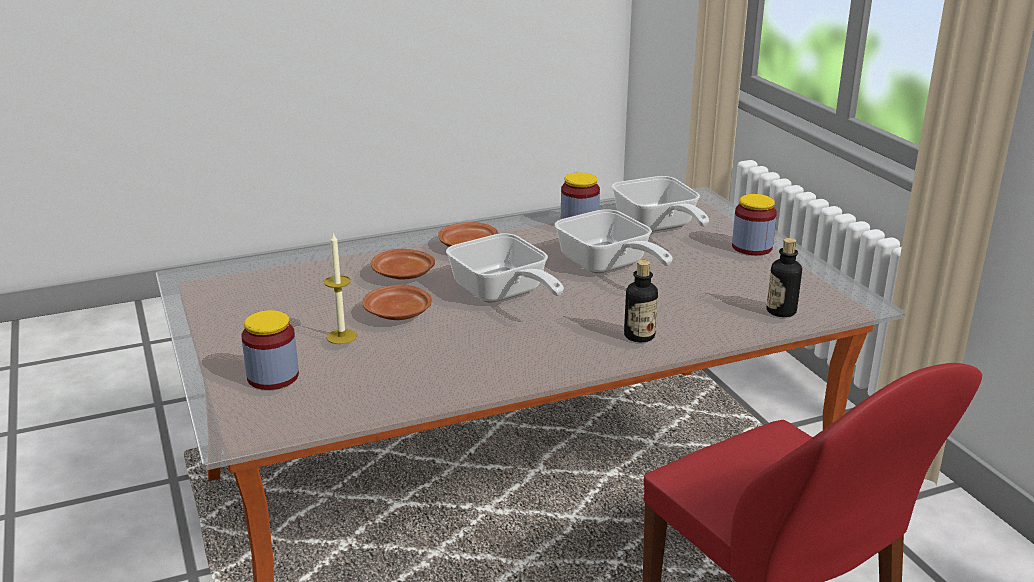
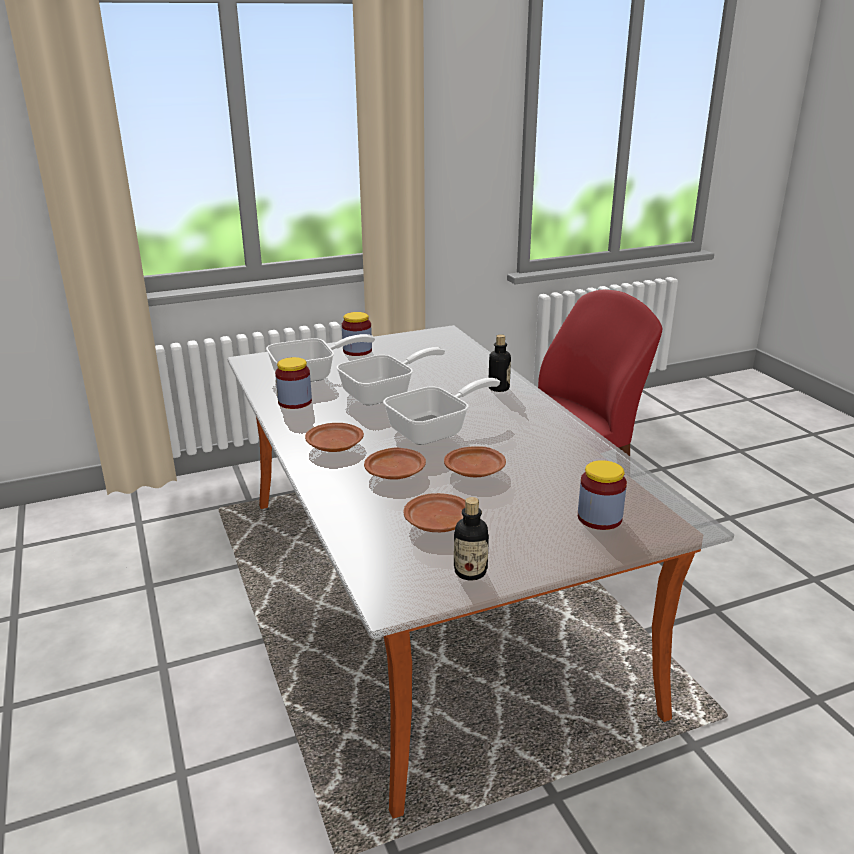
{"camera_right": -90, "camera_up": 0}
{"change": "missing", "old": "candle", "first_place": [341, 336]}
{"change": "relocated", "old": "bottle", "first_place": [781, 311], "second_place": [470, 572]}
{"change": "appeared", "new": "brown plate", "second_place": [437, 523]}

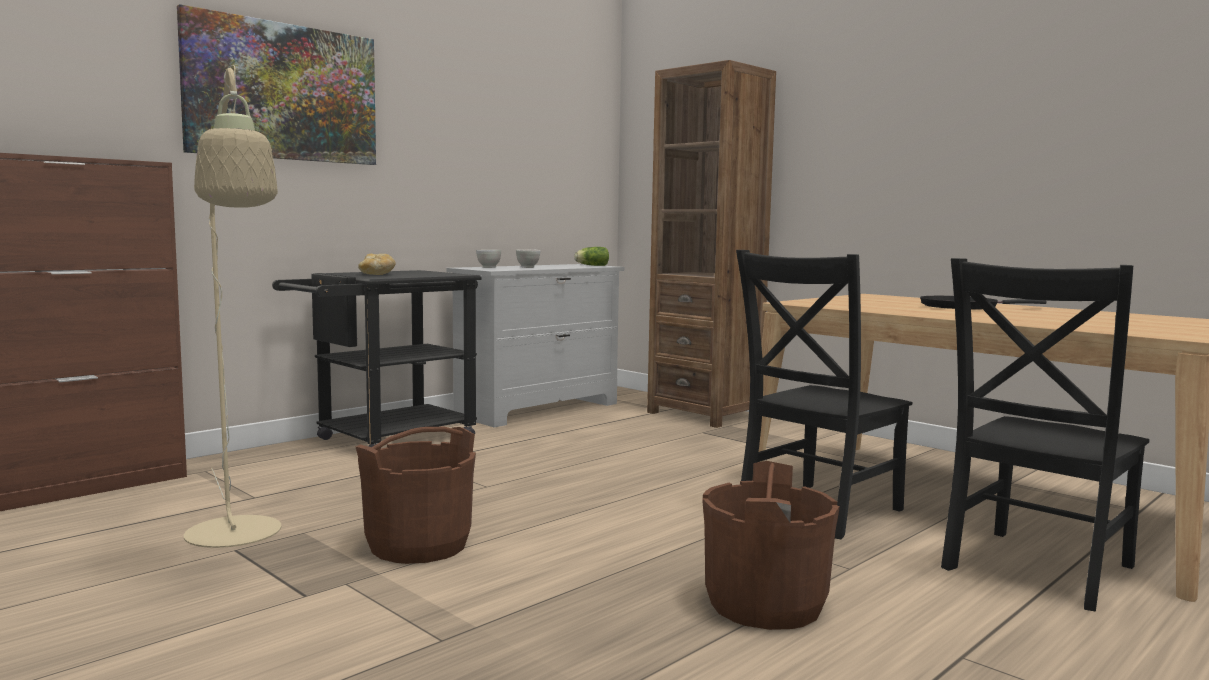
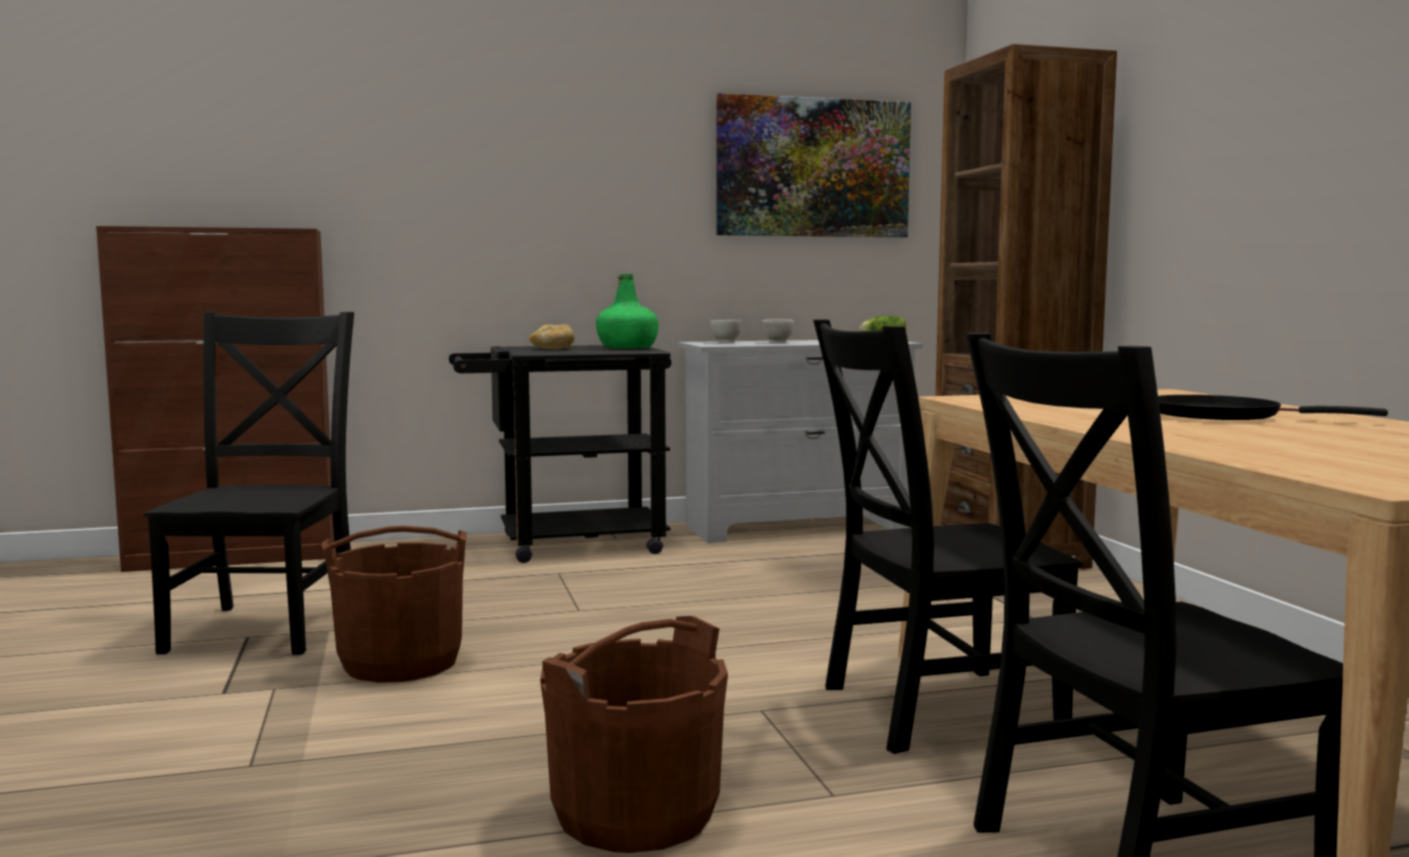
{"camera_right": 30, "camera_up": 0}
{"change": "relocated", "old": "picture", "first_place": [283, 92], "second_place": [813, 168]}
{"change": "exchanged", "old": "beige floor lamp", "new": "black chair", "first_place": [237, 539], "second_place": [267, 626]}
{"change": "appeared", "new": "green bottle", "second_place": [628, 348]}

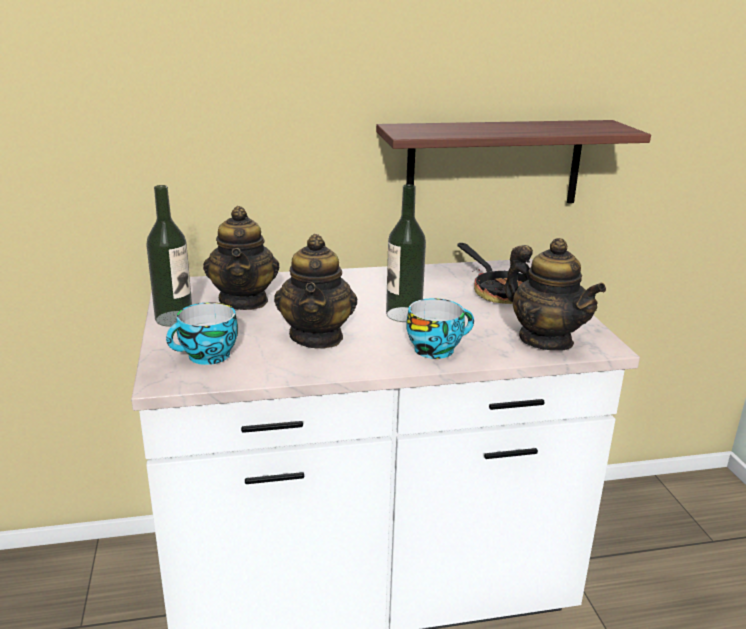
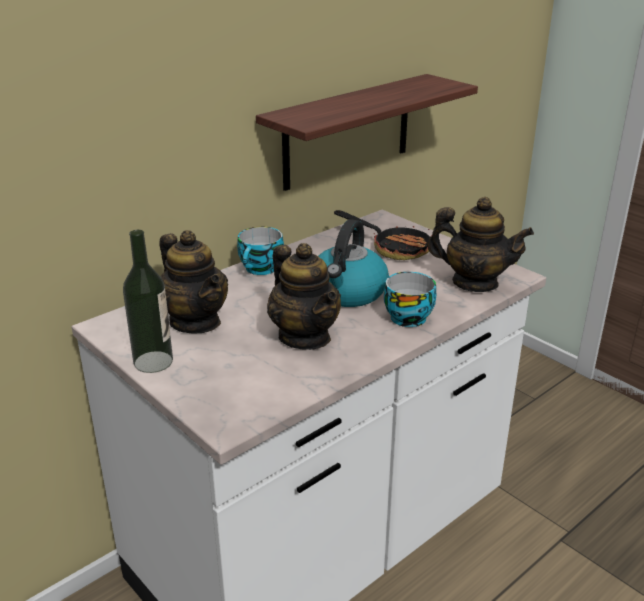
{"camera_right": -30, "camera_up": 5}
{"change": "relocated", "old": "cup", "first_place": [207, 357], "second_place": [261, 269]}
{"change": "exchanged", "old": "bottle", "new": "kettle", "first_place": [403, 314], "second_place": [348, 293]}

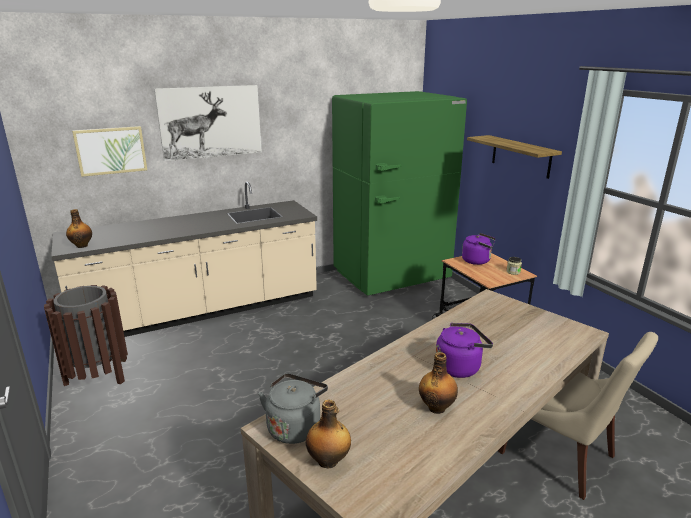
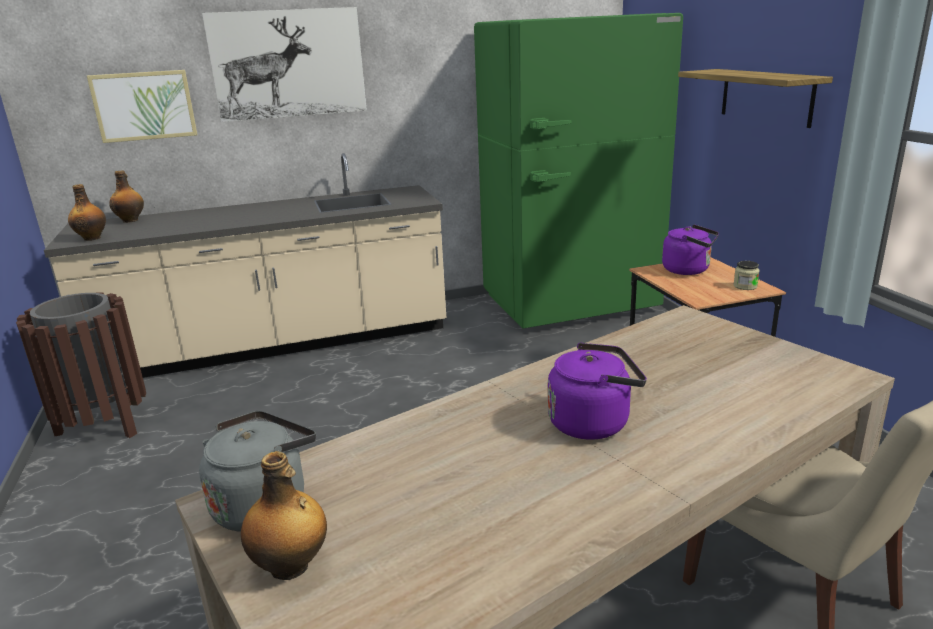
{"camera_right": 10, "camera_up": 0}
{"change": "relocated", "old": "bottle", "first_place": [437, 407], "second_place": [131, 220]}

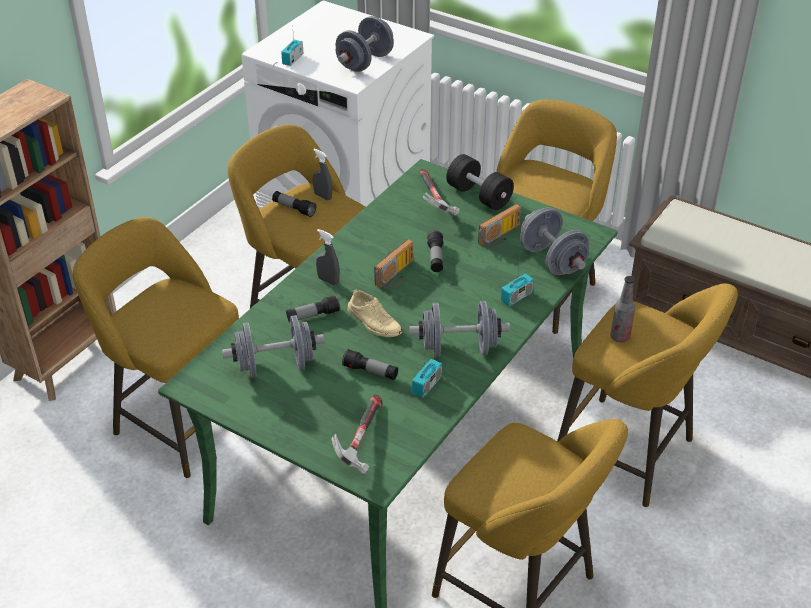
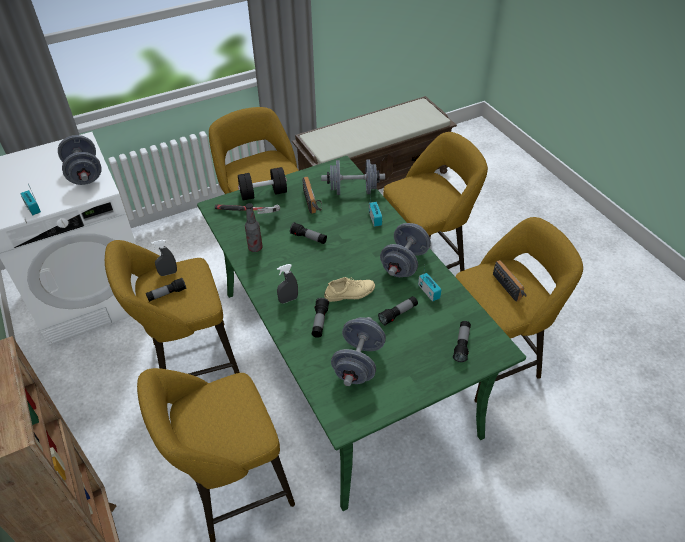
{"camera_right": -60, "camera_up": 5}
{"change": "exchanged", "old": "hammer", "new": "flashlight", "first_place": [361, 441], "second_place": [462, 345]}
{"change": "relocated", "old": "radio", "first_place": [397, 275], "second_place": [510, 286]}
{"change": "relocated", "old": "bottle", "first_place": [620, 337], "second_place": [255, 248]}

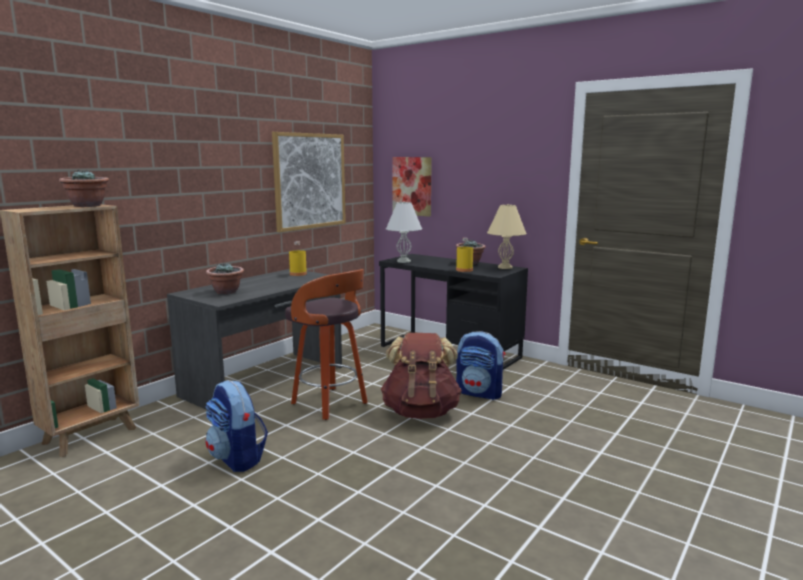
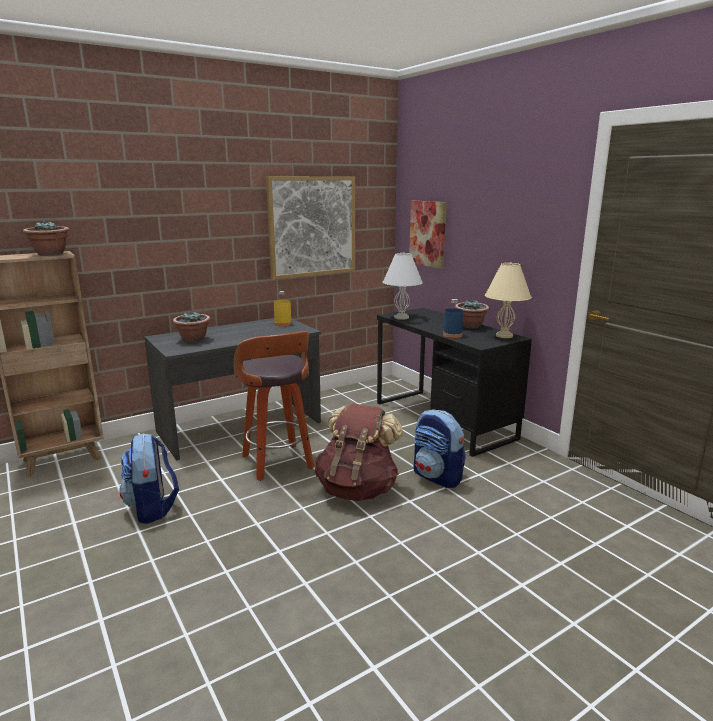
{"camera_right": 20, "camera_up": 5}
{"change": "colour", "old": "yellow bottle", "new": "blue bottle", "first_place": [464, 270], "second_place": [452, 335]}

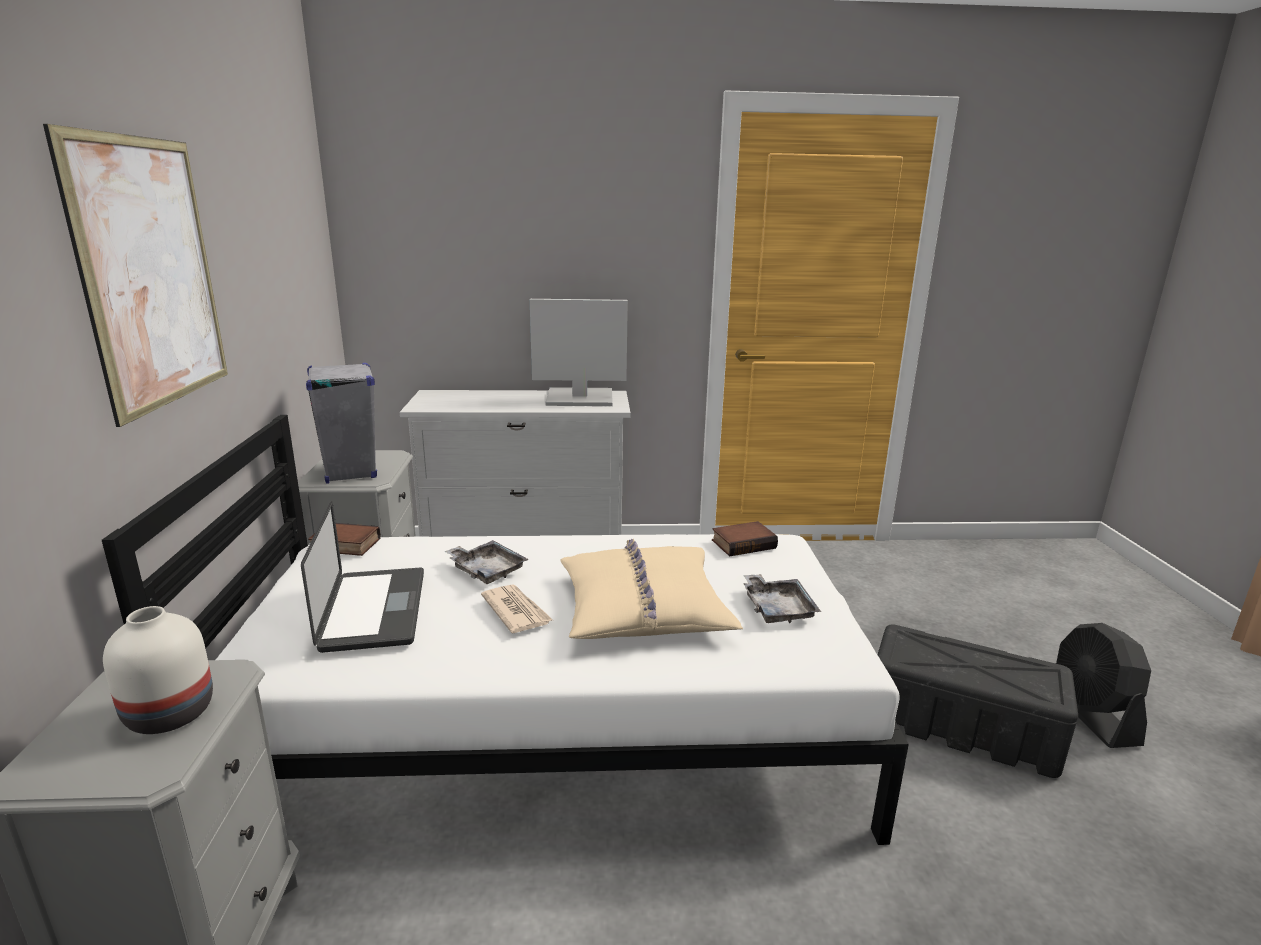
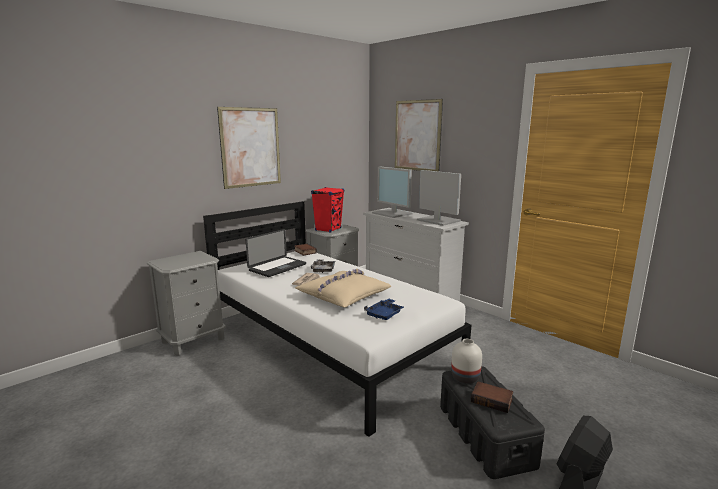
{"camera_right": 50, "camera_up": -5}
{"change": "relocated", "old": "white vase", "first_place": [172, 712], "second_place": [465, 377]}
{"change": "colour", "old": "grey speaker", "new": "red speaker", "first_place": [350, 472], "second_place": [328, 229]}
{"change": "relocated", "old": "book", "first_place": [743, 543], "second_place": [492, 400]}
{"change": "colour", "old": "grey tray", "new": "blue tray", "first_place": [777, 608], "second_place": [385, 314]}
{"change": "appeared", "new": "monitor", "second_place": [393, 213]}
{"change": "appeared", "new": "picture", "second_place": [417, 135]}

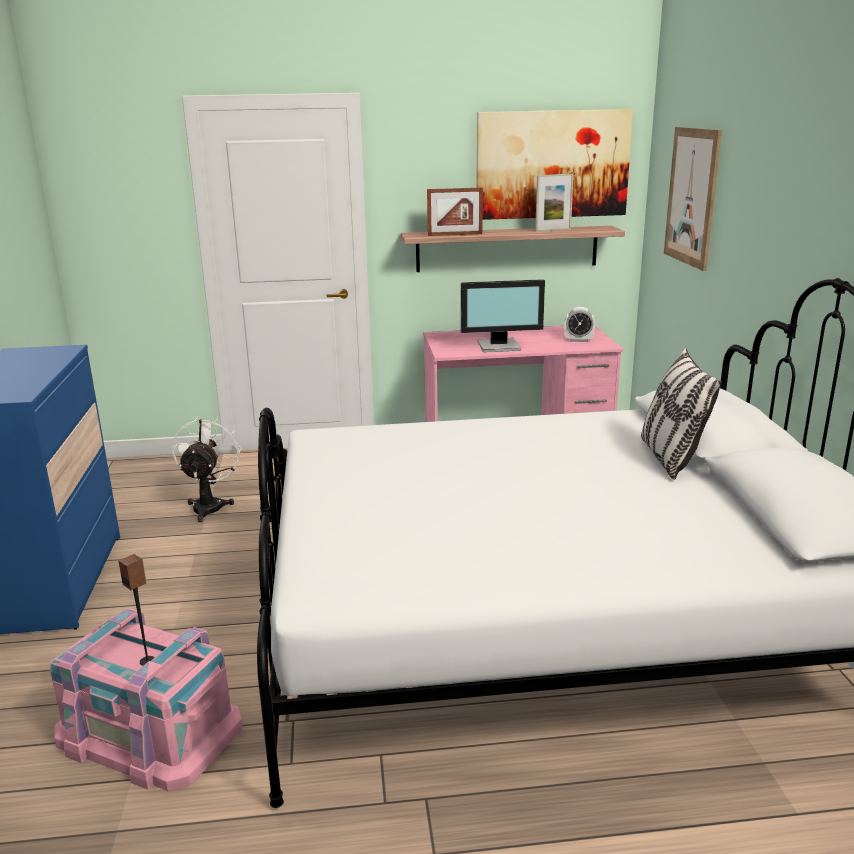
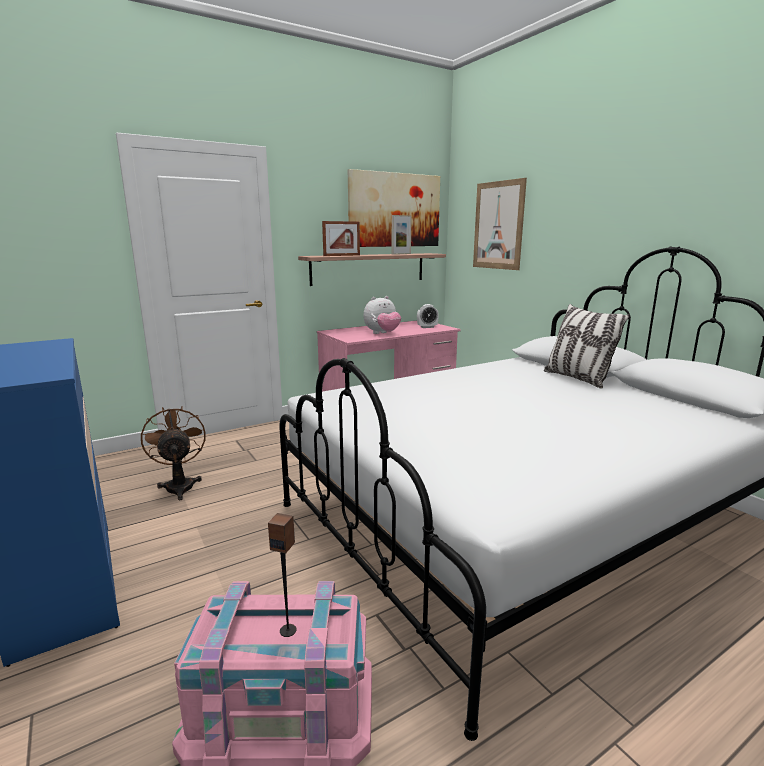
{"camera_right": -25, "camera_up": -5}
{"change": "colour", "old": "white fan", "new": "brown fan", "first_place": [210, 505], "second_place": [180, 485]}
{"change": "exchanged", "old": "monitor", "new": "plush toy", "first_place": [499, 346], "second_place": [382, 333]}

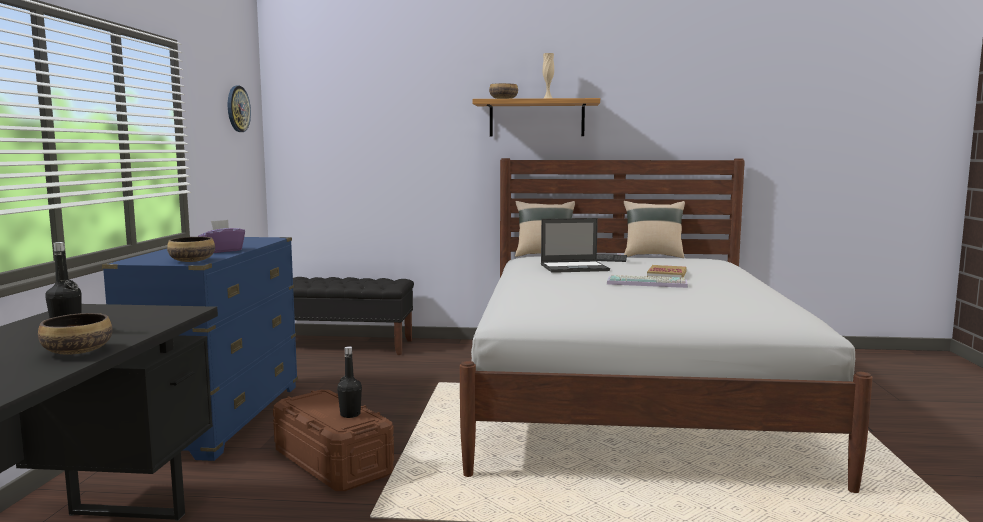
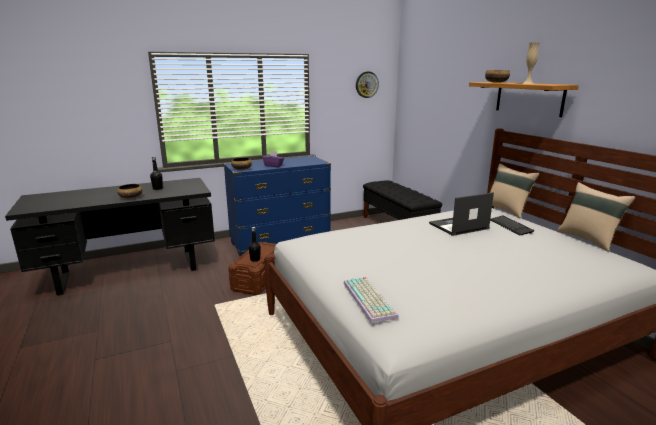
{"camera_right": 60, "camera_up": 10}
{"change": "spun", "old": "laptop", "first_place": [575, 267], "second_place": [458, 226], "degrees": 105}
{"change": "relocated", "old": "keyboard", "first_place": [648, 283], "second_place": [370, 299]}
{"change": "missing", "old": "book", "first_place": [667, 274]}

